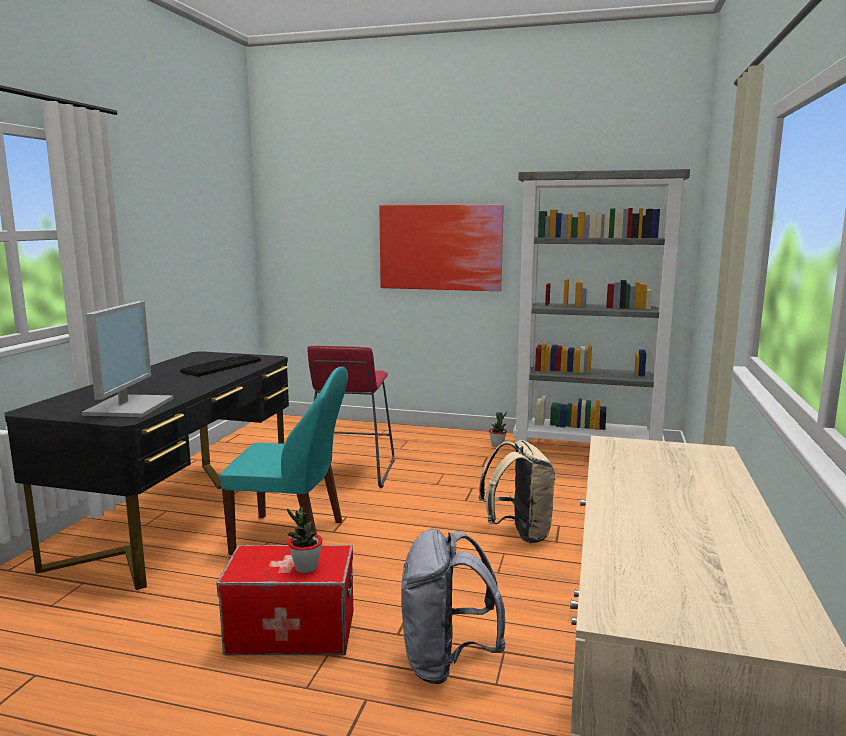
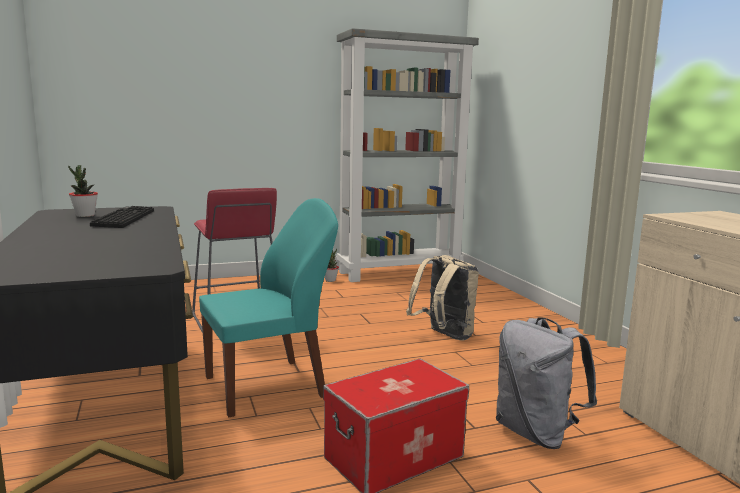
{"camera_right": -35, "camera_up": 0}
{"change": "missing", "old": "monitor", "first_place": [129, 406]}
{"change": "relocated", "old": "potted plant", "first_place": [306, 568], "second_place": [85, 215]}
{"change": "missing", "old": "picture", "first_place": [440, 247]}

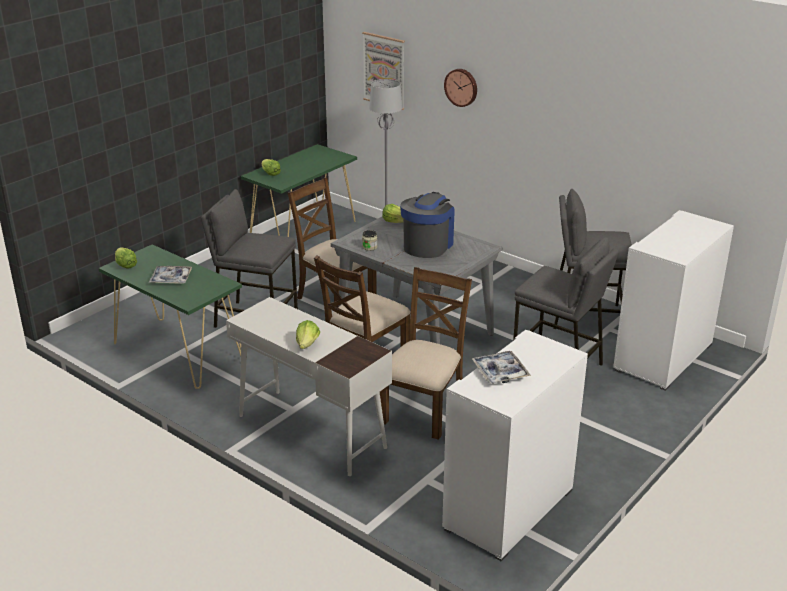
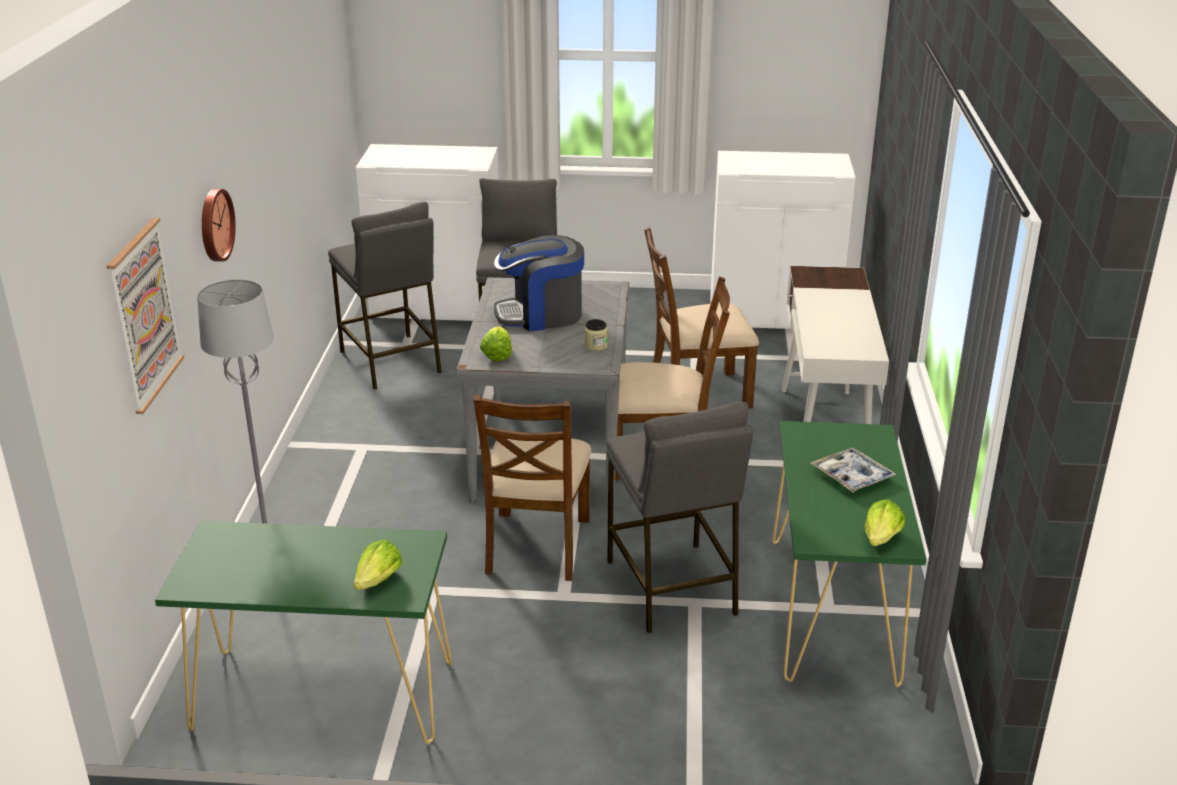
{"camera_right": -125, "camera_up": 0}
{"change": "missing", "old": "lettuce", "first_place": [307, 344]}
{"change": "missing", "old": "tray", "first_place": [500, 372]}

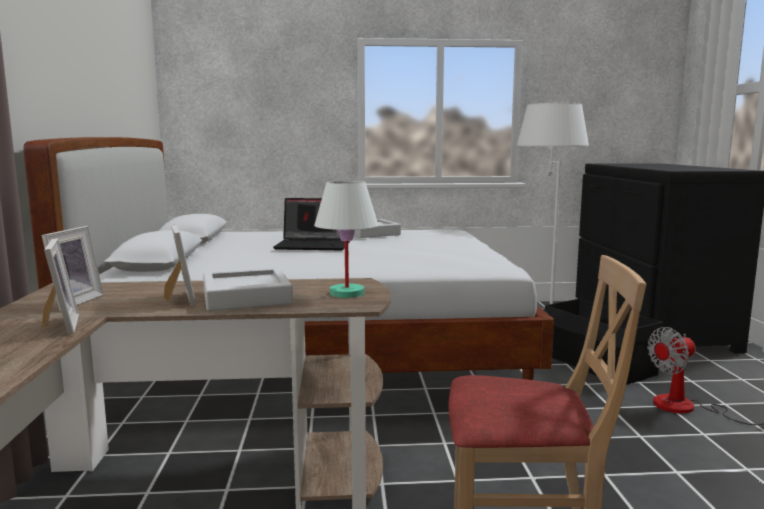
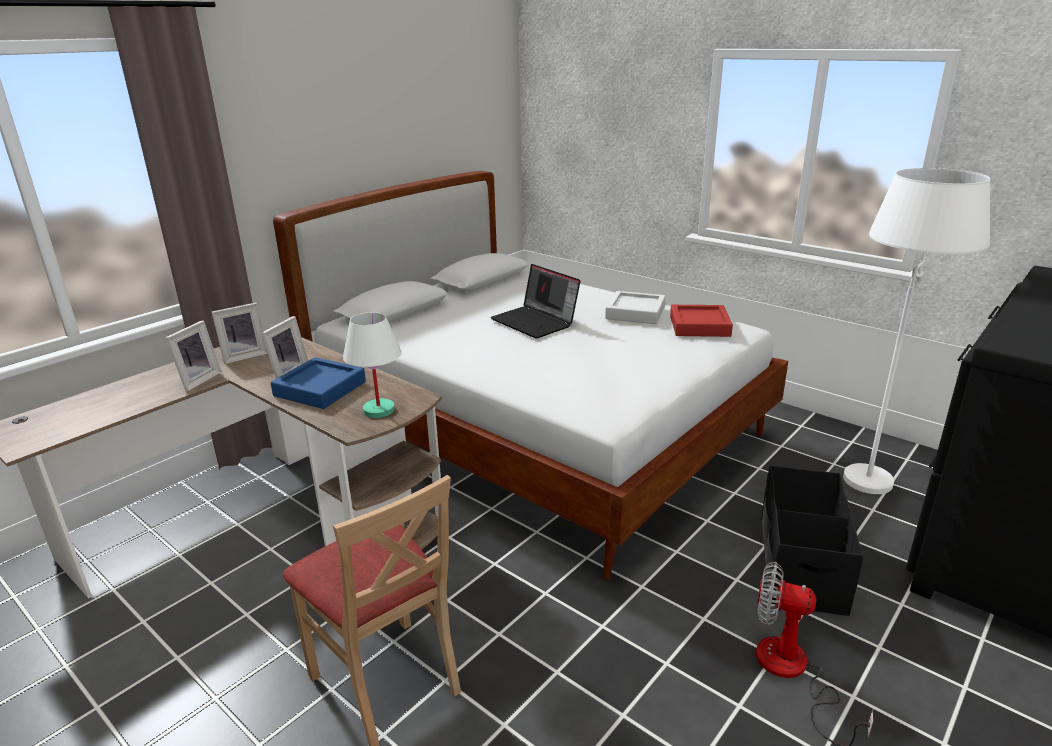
{"camera_right": 45, "camera_up": 15}
{"change": "colour", "old": "grey tray", "new": "blue tray", "first_place": [246, 297], "second_place": [320, 389]}
{"change": "appeared", "new": "red tray", "second_place": [699, 326]}

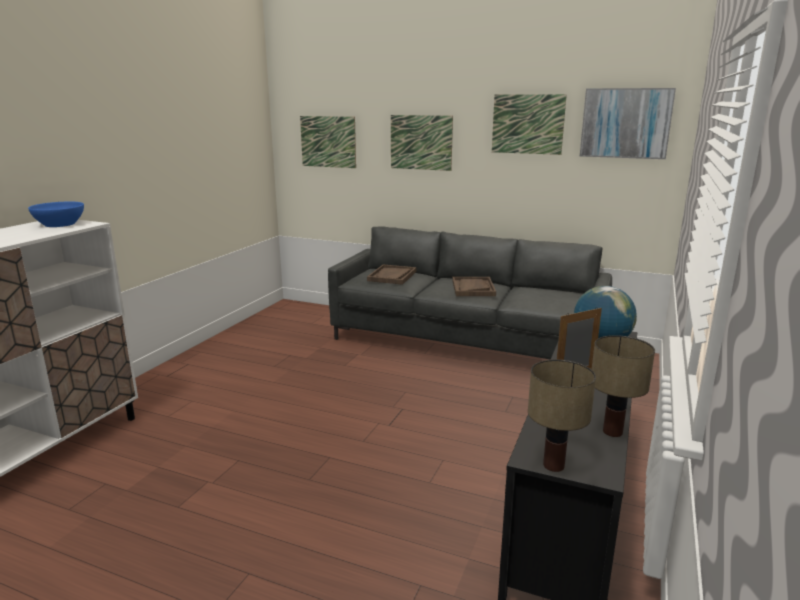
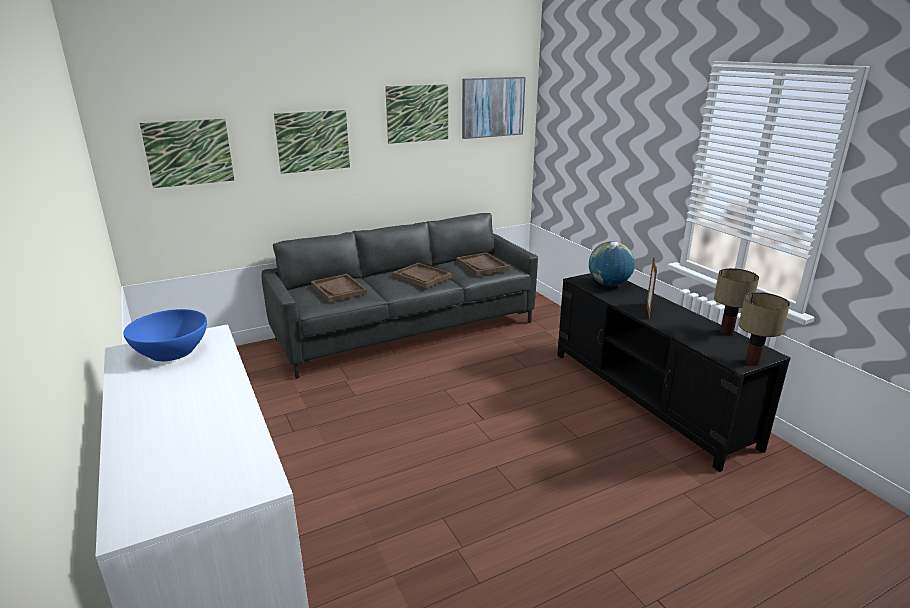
{"camera_right": -50, "camera_up": 5}
{"change": "appeared", "new": "brown tray", "second_place": [482, 265]}

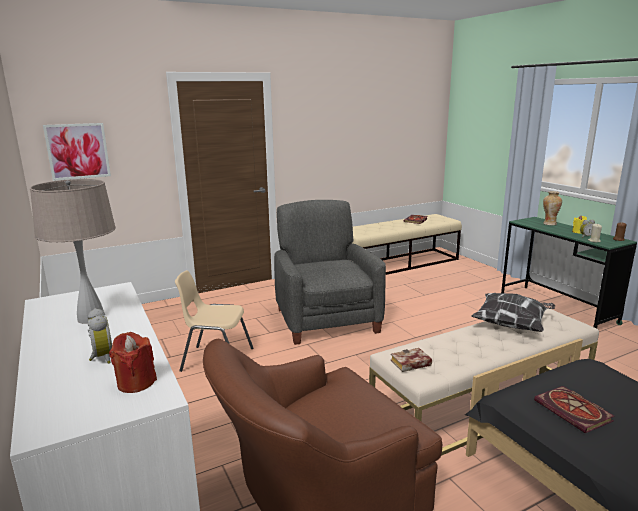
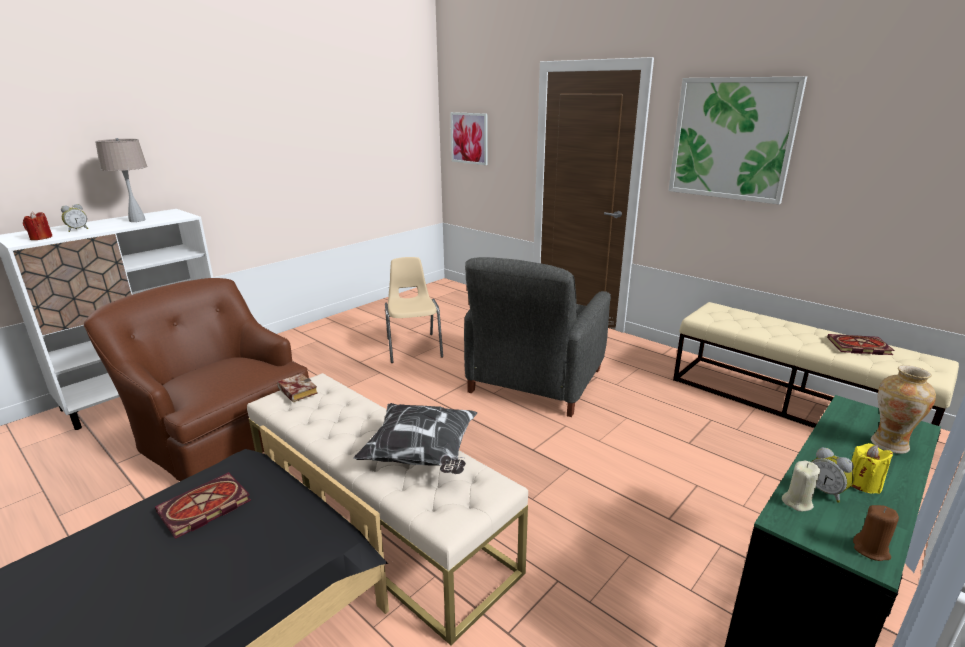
{"camera_right": 70, "camera_up": 5}
{"change": "spun", "old": "grey armchair", "first_place": [326, 319], "second_place": [535, 381], "degrees": 150}
{"change": "appeared", "new": "picture", "second_place": [732, 139]}

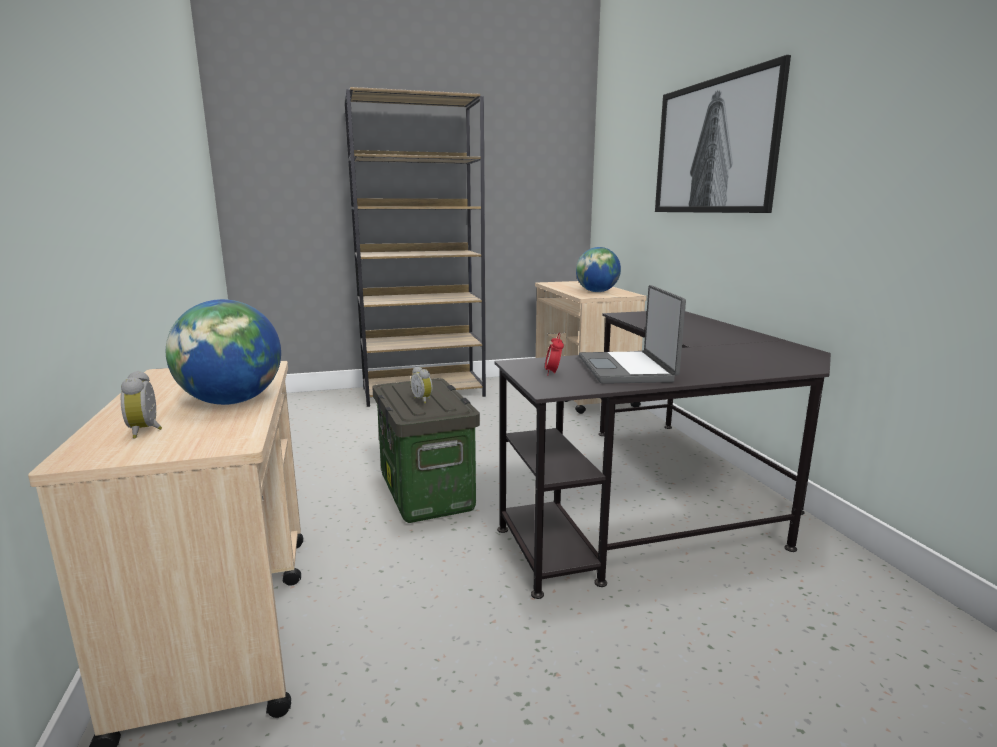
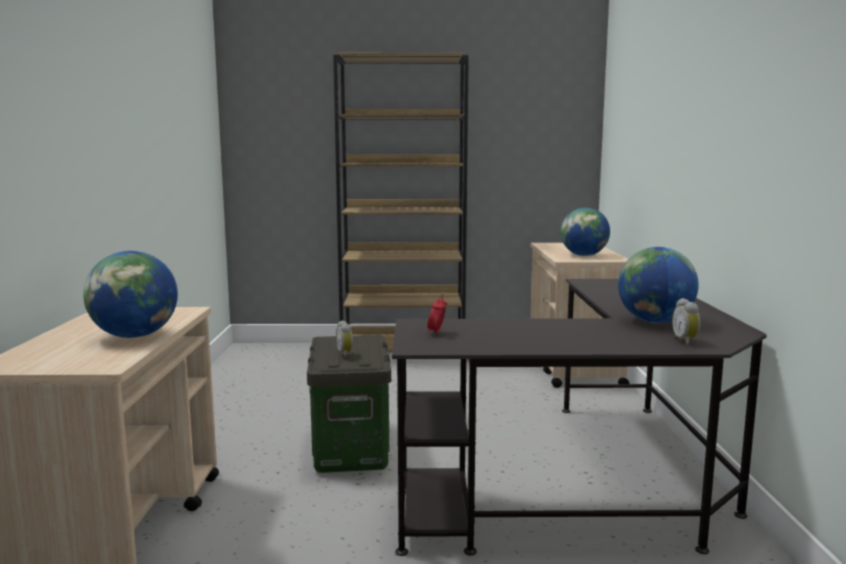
{"camera_right": 15, "camera_up": -5}
{"change": "relocated", "old": "alarm clock", "first_place": [147, 431], "second_place": [686, 341]}
{"change": "missing", "old": "laptop", "first_place": [627, 369]}
{"change": "missing", "old": "picture", "first_place": [715, 147]}
{"change": "appeared", "new": "globe", "second_place": [654, 322]}

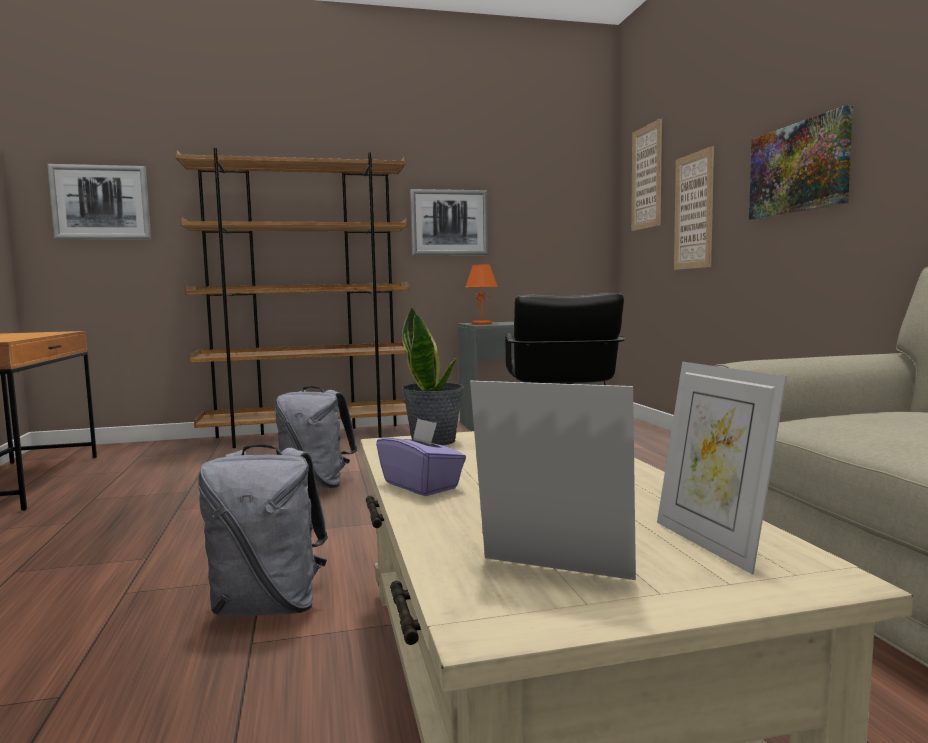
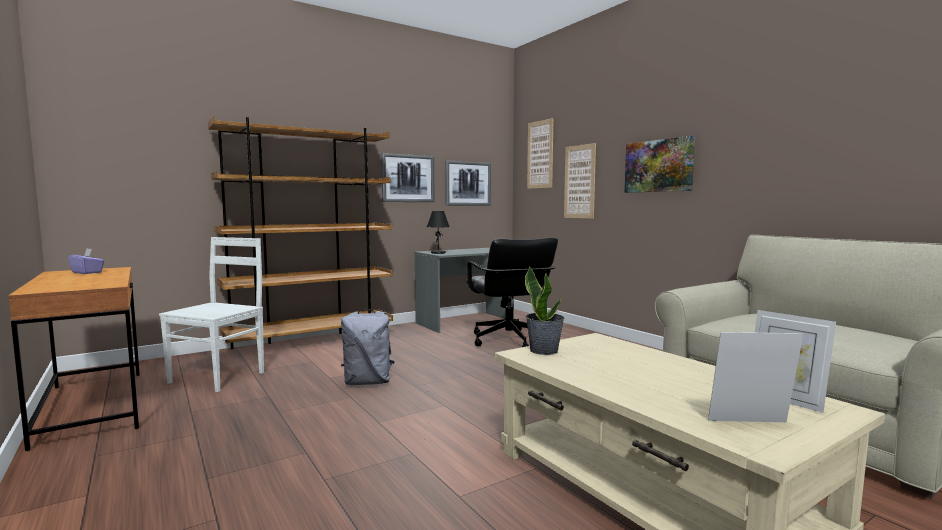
{"camera_right": -20, "camera_up": 0}
{"change": "relocated", "old": "picture", "first_place": [101, 202], "second_place": [468, 183]}
{"change": "missing", "old": "grey backpack", "first_place": [269, 606]}
{"change": "relocated", "old": "purple tissue box", "first_place": [421, 485], "second_place": [87, 272]}
{"change": "colour", "old": "orange table lamp", "new": "black table lamp", "first_place": [482, 324], "second_place": [438, 253]}
{"change": "appeared", "new": "white chair", "second_place": [219, 377]}

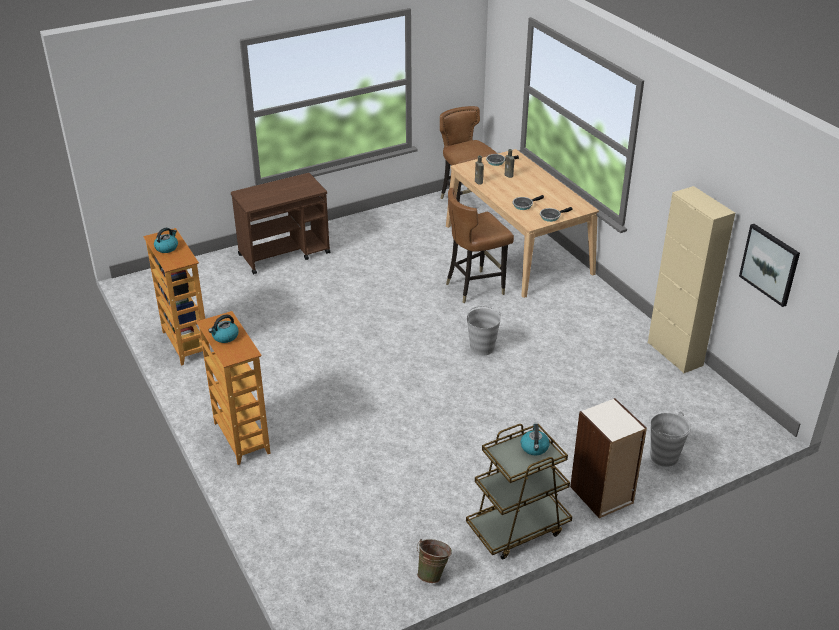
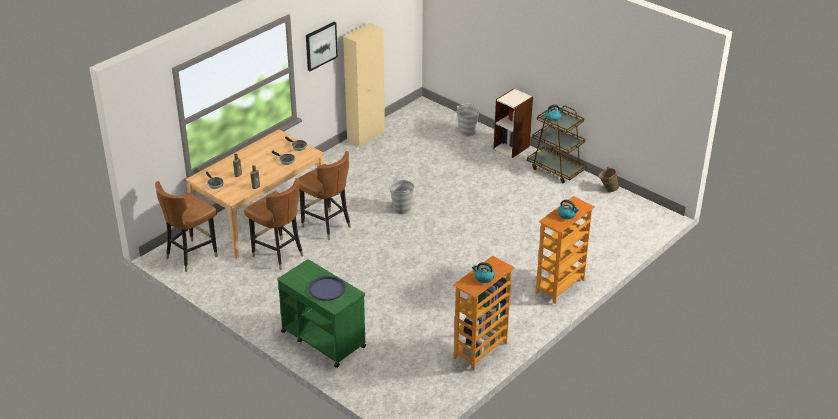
{"camera_right": -110, "camera_up": 0}
{"change": "colour", "old": "brown cart", "new": "green cart", "first_place": [285, 254], "second_place": [323, 339]}
{"change": "relocated", "old": "picture", "first_place": [770, 264], "second_place": [320, 45]}
{"change": "appeared", "new": "brown chair", "second_place": [278, 255]}
{"change": "appeared", "new": "blue tray", "second_place": [327, 289]}

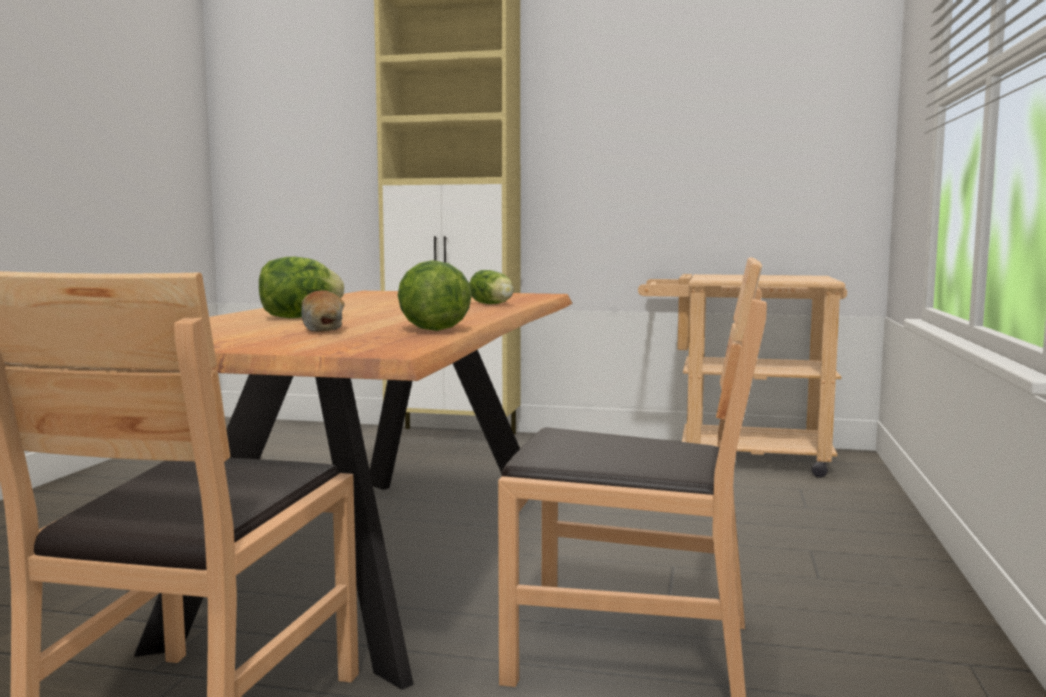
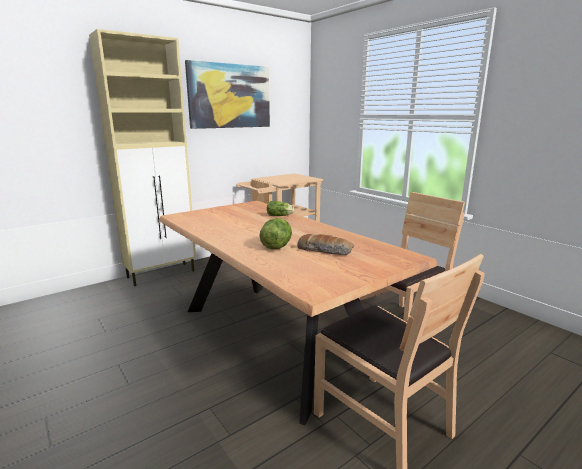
{"camera_right": -50, "camera_up": 10}
{"change": "missing", "old": "lettuce", "first_place": [432, 329]}
{"change": "appeared", "new": "picture", "second_place": [230, 96]}

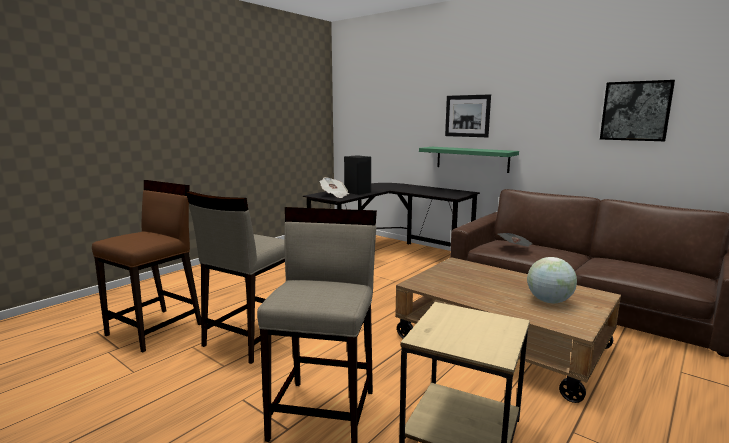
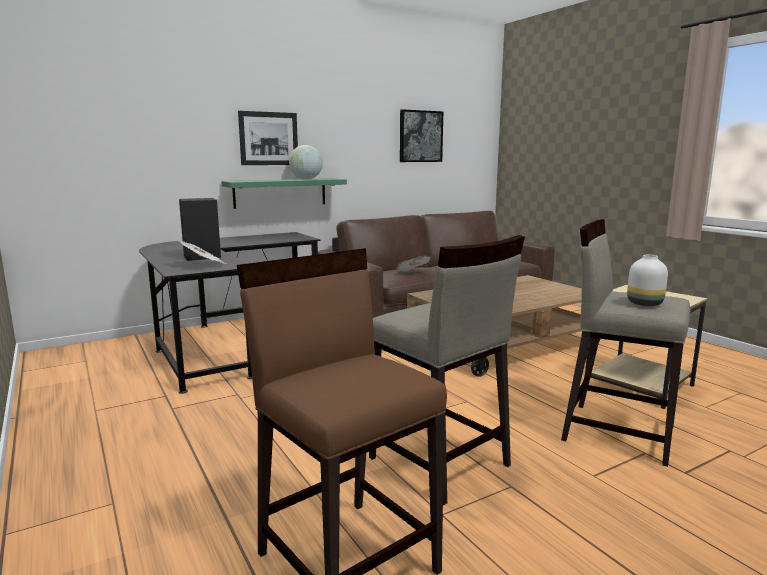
{"camera_right": -70, "camera_up": 0}
{"change": "relocated", "old": "globe", "first_place": [549, 301], "second_place": [306, 179]}
{"change": "appeared", "new": "white vase", "second_place": [645, 303]}

